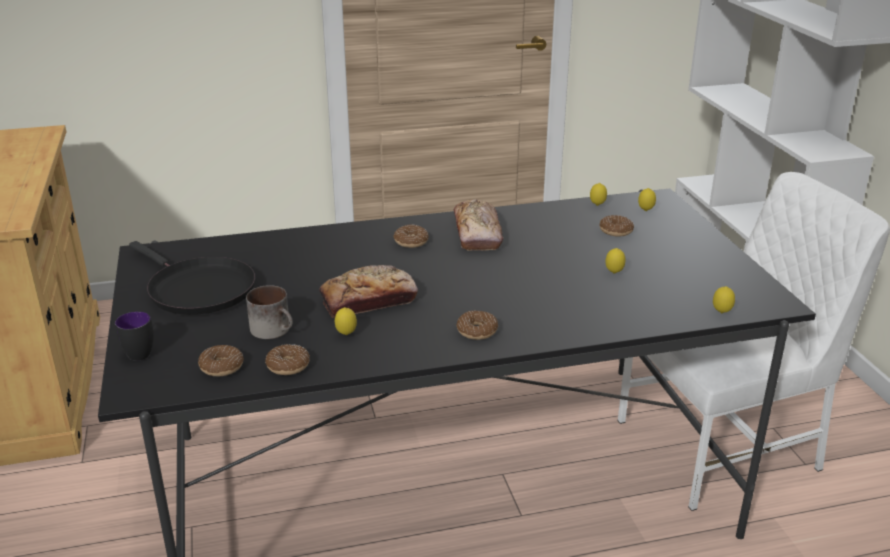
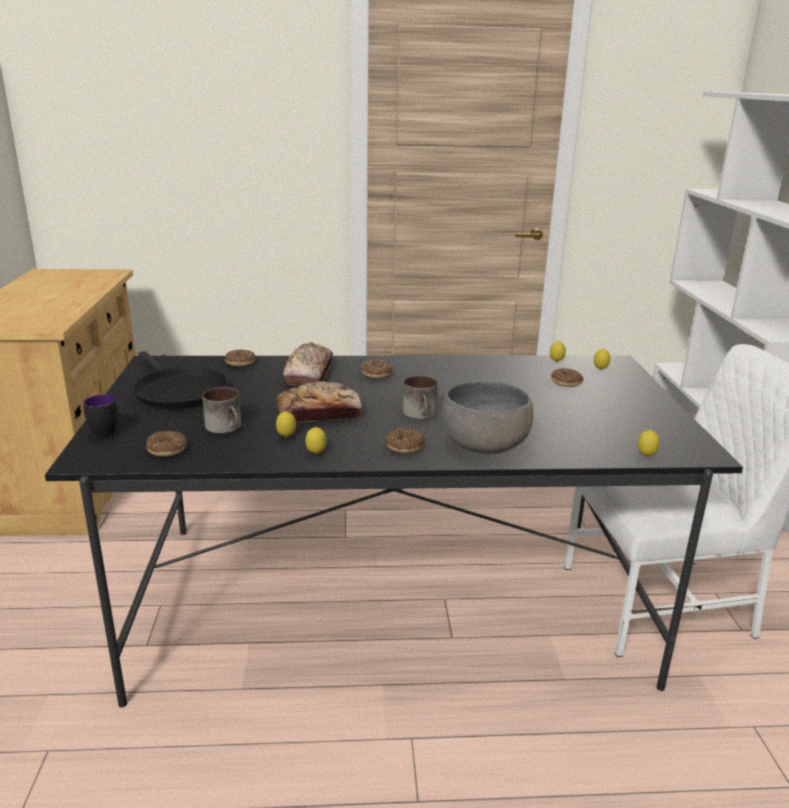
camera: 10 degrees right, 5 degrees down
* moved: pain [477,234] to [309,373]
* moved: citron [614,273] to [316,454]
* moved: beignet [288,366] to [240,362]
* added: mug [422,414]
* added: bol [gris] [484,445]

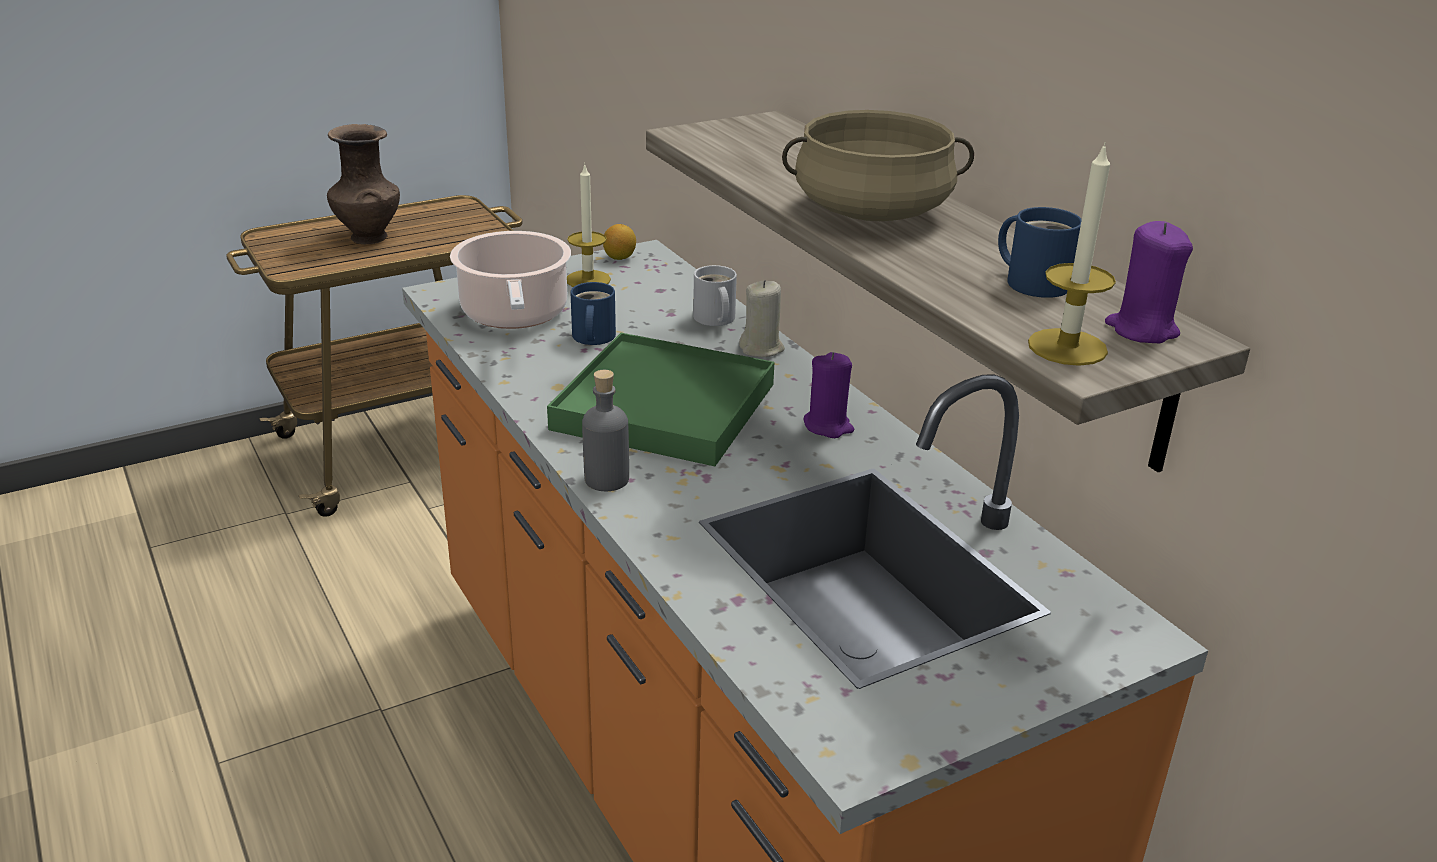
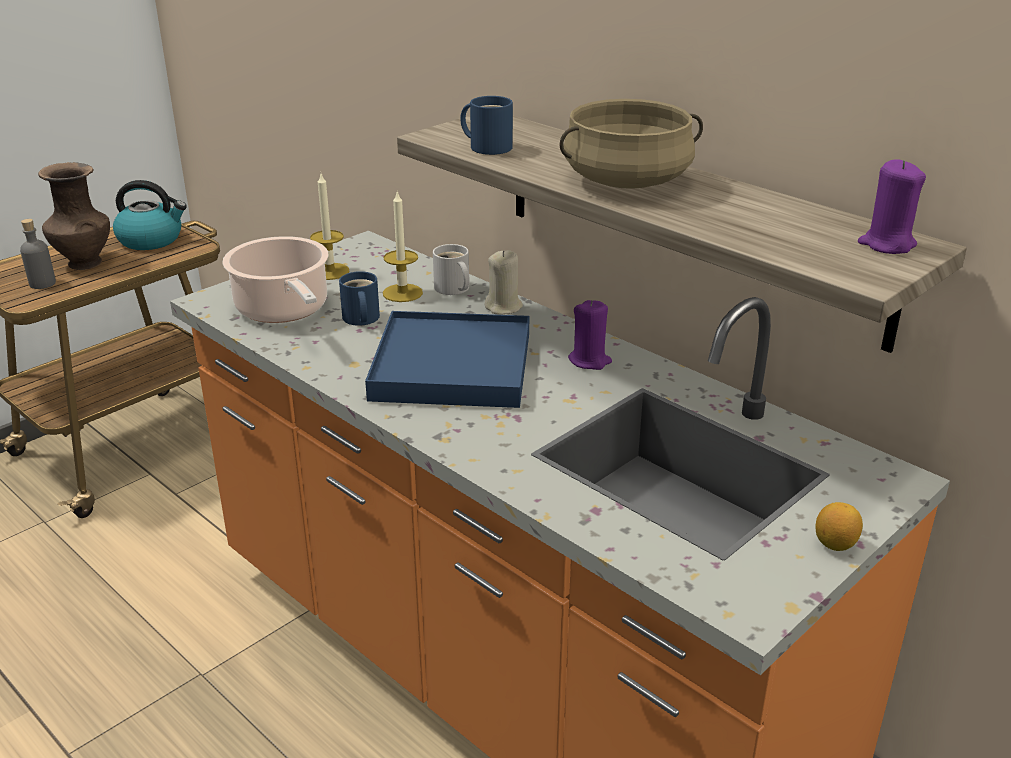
camera: 15 degrees left, 0 degrees up
* moved: bougie [1067,347] to [402,293]
* moved: mug [bleu] [1034,282] to [488,146]
* moved: citron [619,257] to [835,544]
* recoloured: plateau [vert] [664,406] to plateau [bleu] [451,366]
* moved: bouteille [gris] [606,479] to [42,283]
* added: bouilloire [151,240]

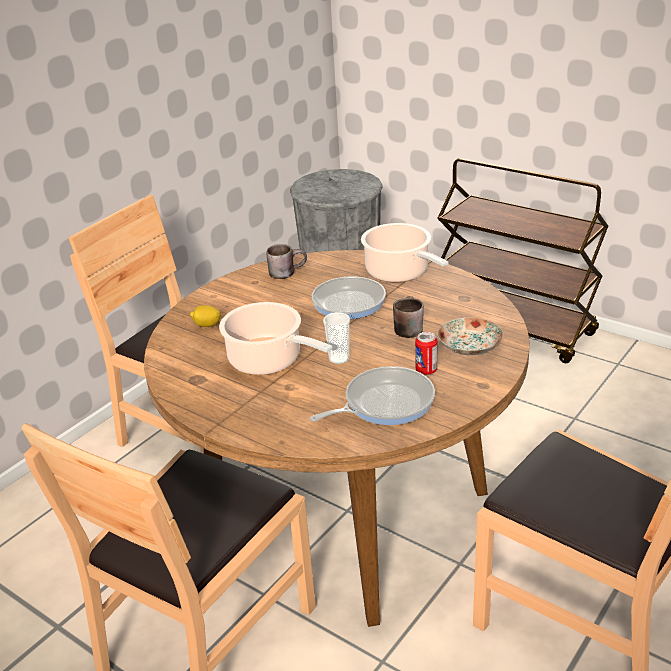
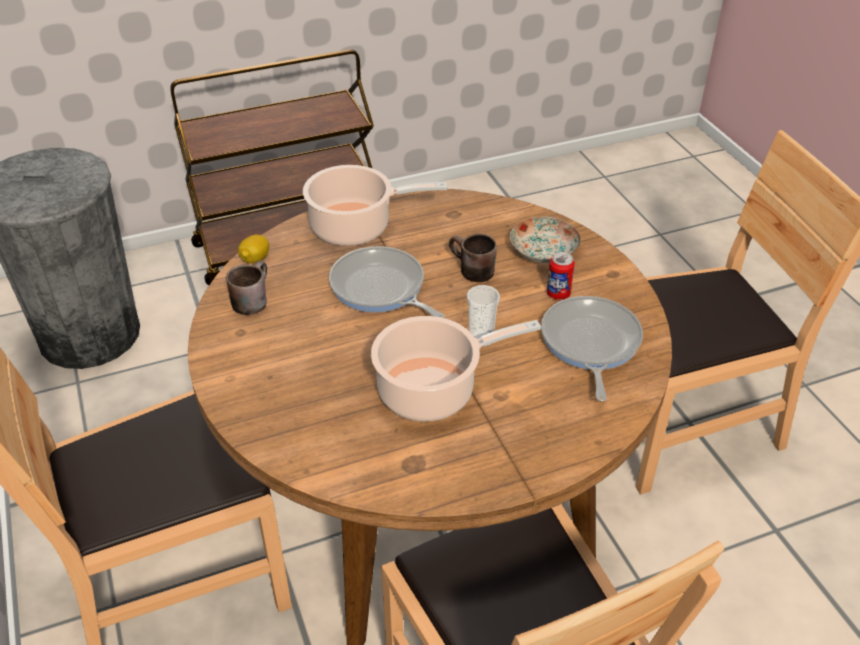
camera: 60 degrees left, 10 degrees up
* moved: citron [207,325] to [255,259]

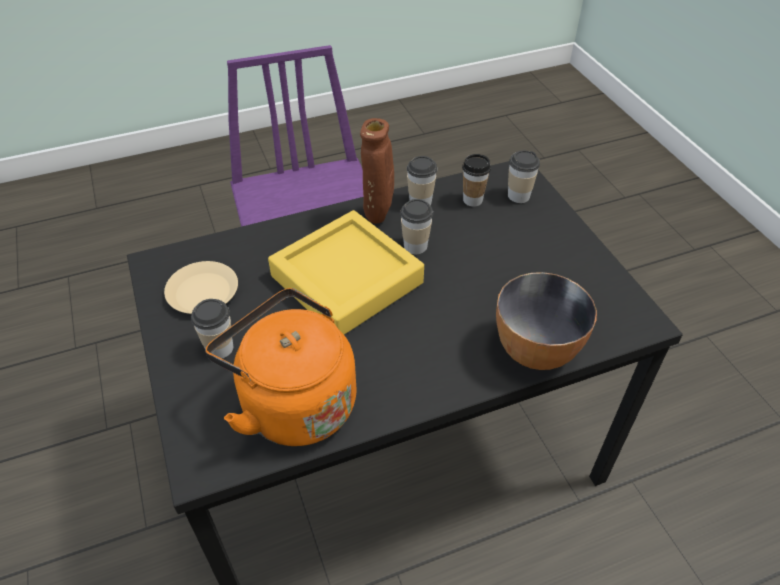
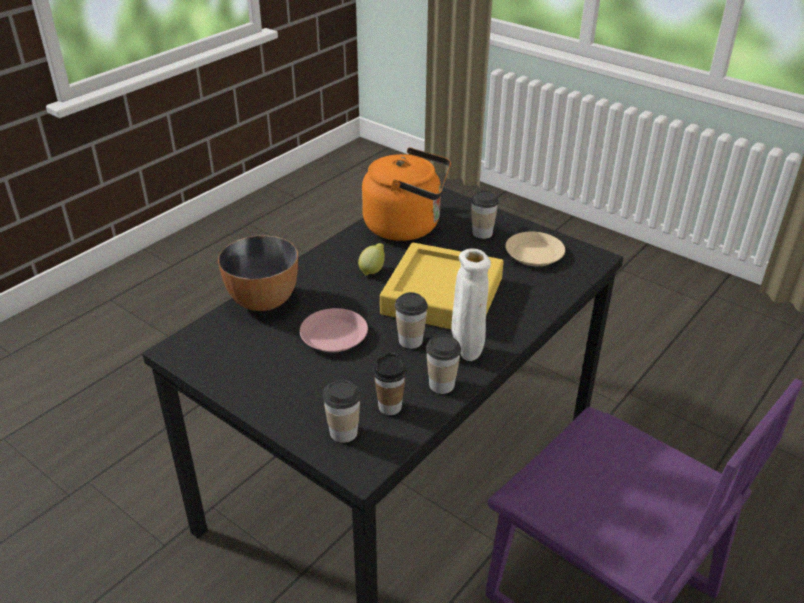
camera: 150 degrees right, 10 degrees down
* recoloured: vase [marron] [378,217] to vase [blanc] [466,353]
* added: citron [372,270]
* added: assiette [rose] [333,335]

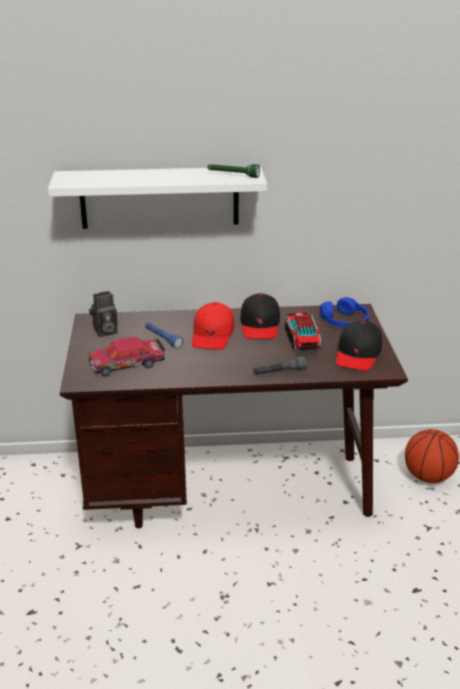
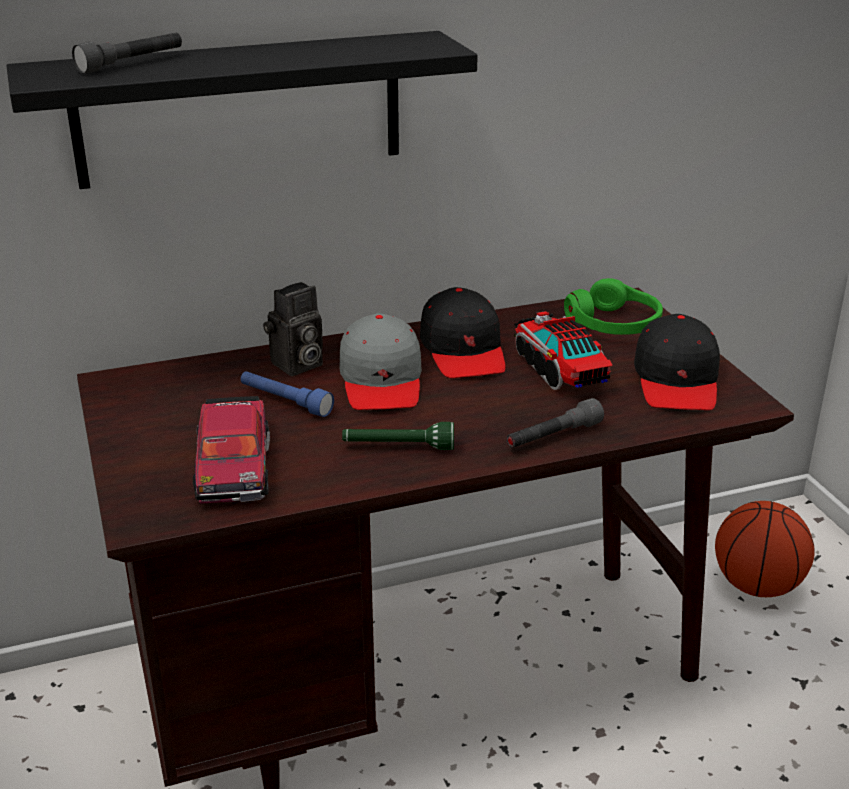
camera: 15 degrees left, 0 degrees up
* moved: lampe de poche [vert] [233,175] to [398,447]
* recoloured: étagère [blanc] [159,197] to étagère [noir] [239,109]
* moved: appareil photo [104,332] to [296,365]
* recoloured: casque audio [bleu] [344,321] to casque audio [vert] [614,324]
* recoloured: casquette [rouge] [212,335] to casquette [gris] [382,380]
* turned: petite voiture [127,364] = [234,464] 60 degrees counterclockwise
* added: lampe de poche [gris] [132,63]

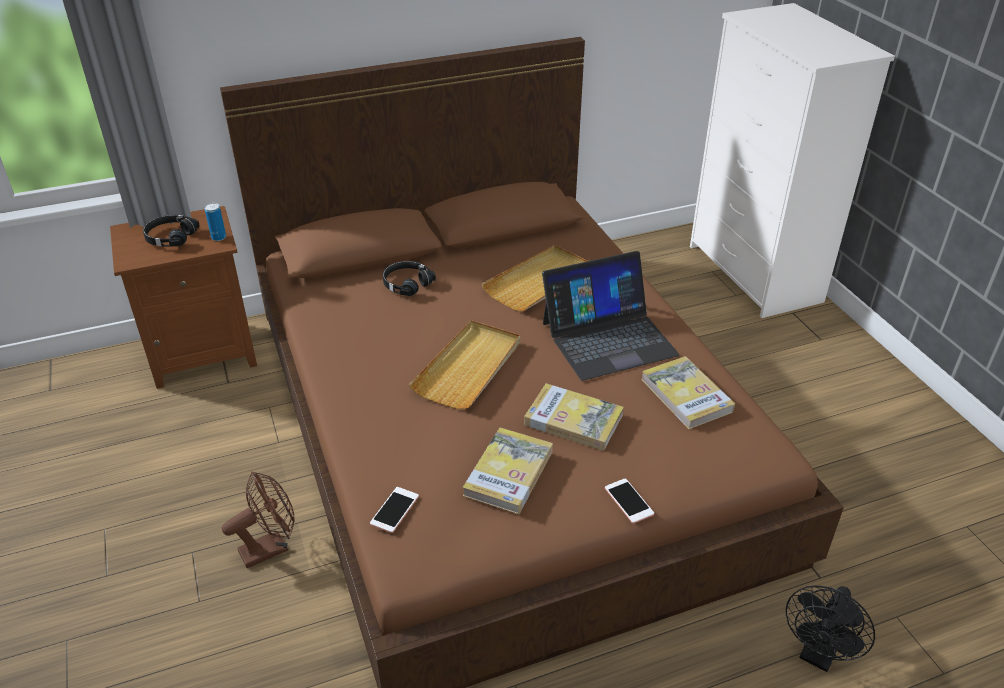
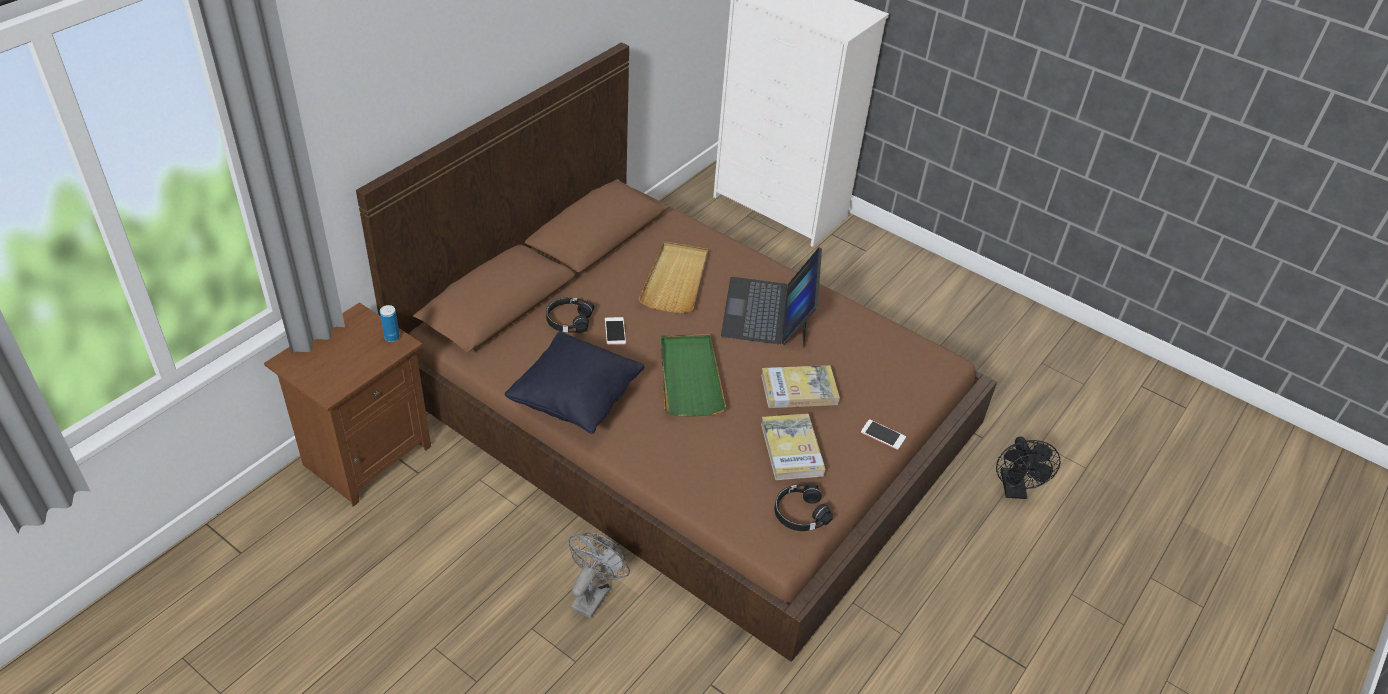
camera: 35 degrees left, 5 degrees up
* moved: casque audio [noir] [170,237] to [799,513]
* turned: ordinateur portable [608,338] = [769,312] 150 degrees clockwise
* recoloured: plateau [beige] [469,367] to plateau [vert] [689,377]
* removed: livre [686,395]
* recoloured: ventilateur [marron] [270,547] to ventilateur [gris] [593,594]
* moved: téléphone [394,510] to [615,331]
* added: coussin [noir] [576,400]

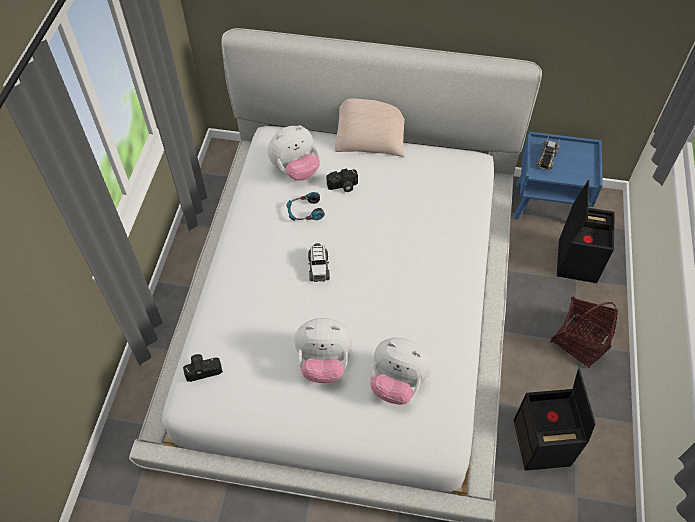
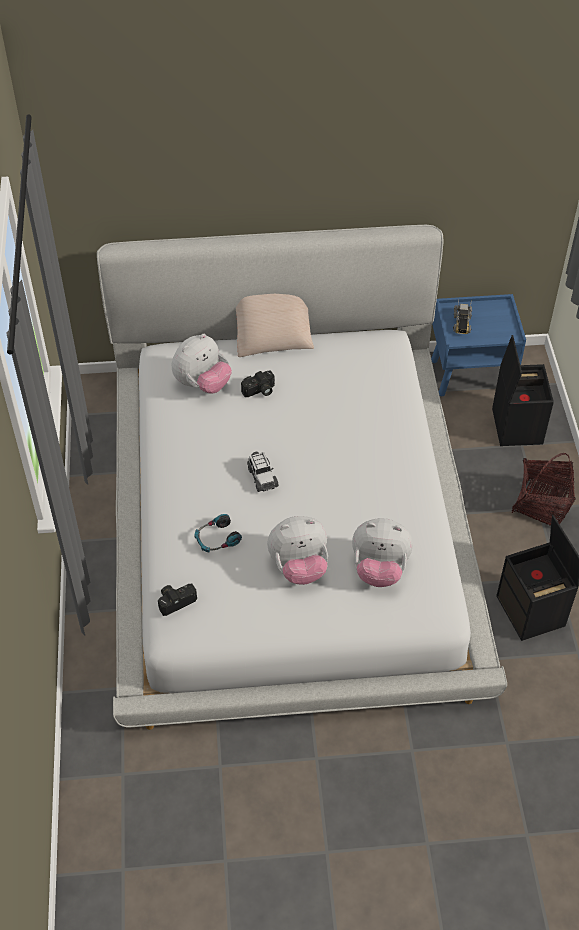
camera: 15 degrees left, 5 degrees down
* moved: casque audio [305,211] to [217,539]

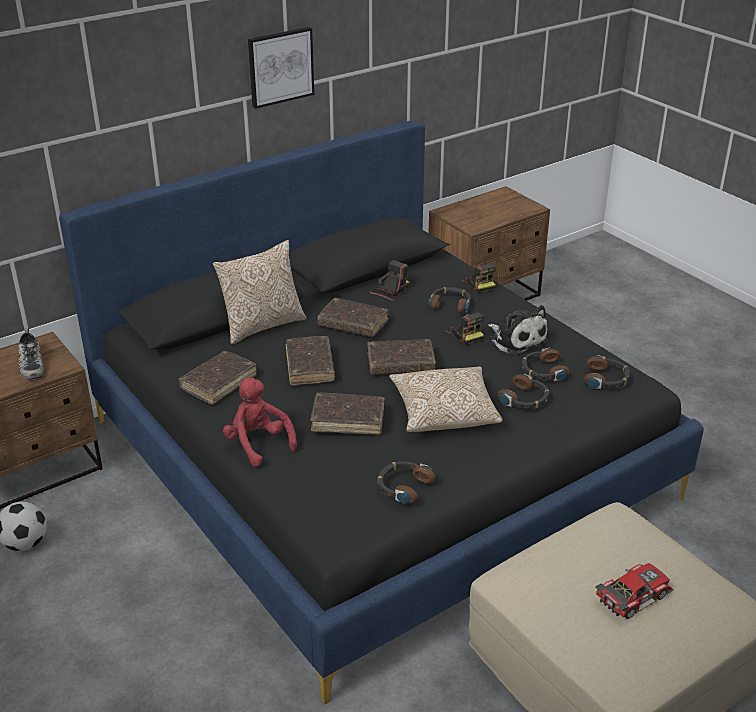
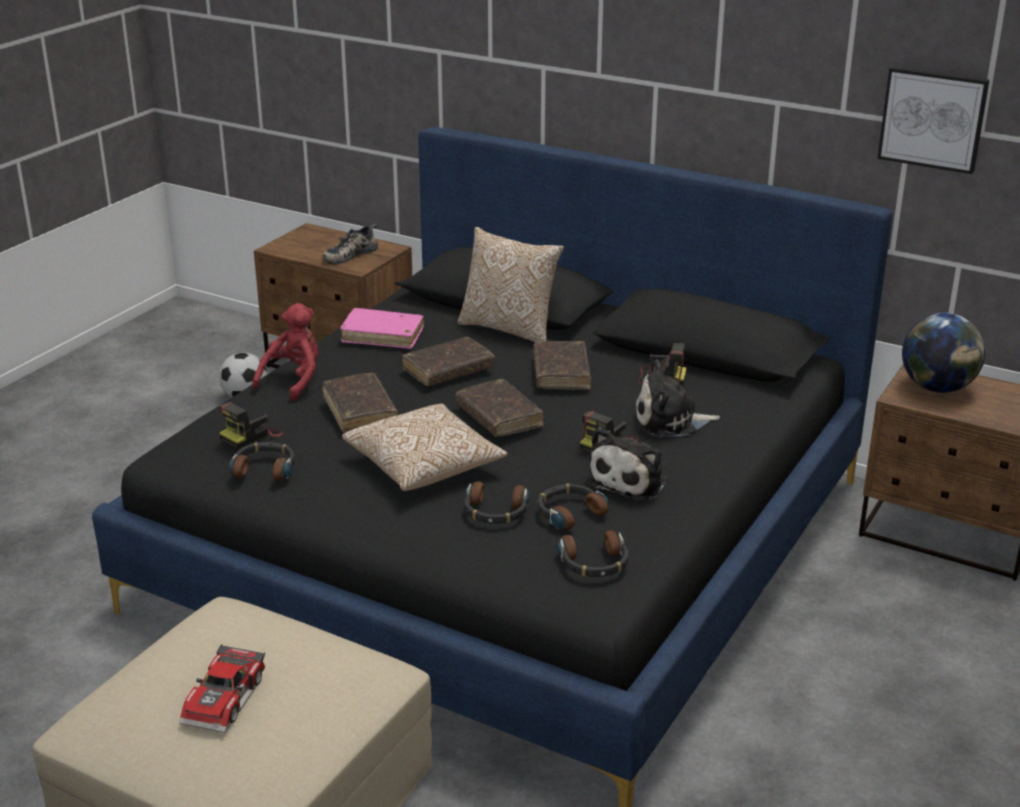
camera: 65 degrees right, 5 degrees down
* moved: tableau [280,66] to [932,119]
* moved: appareil photo [479,283] to [250,435]
* replaced: casque audio [450,304] to peluche [670,421]
* recoloured: livre [marron] [219,383] to livre [rose] [382,336]
* turned: petite voiture [631,595] = [227,699] 75 degrees clockwise
* added: globe [937,388]

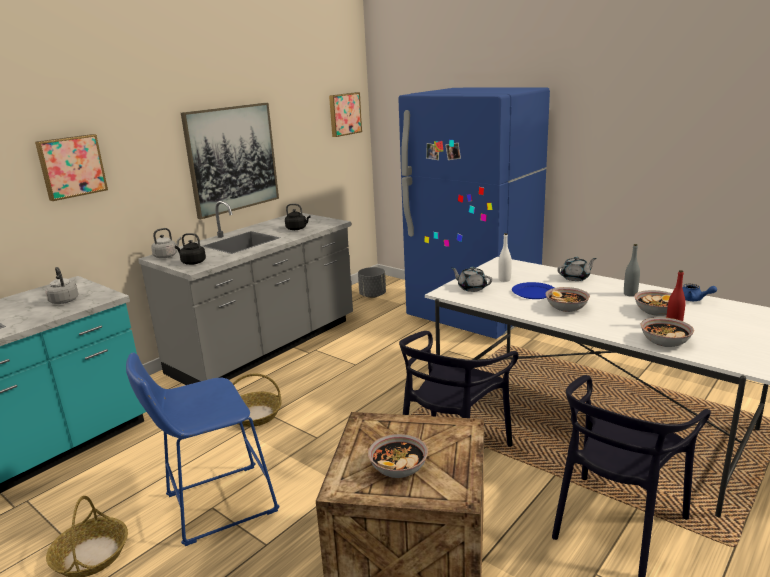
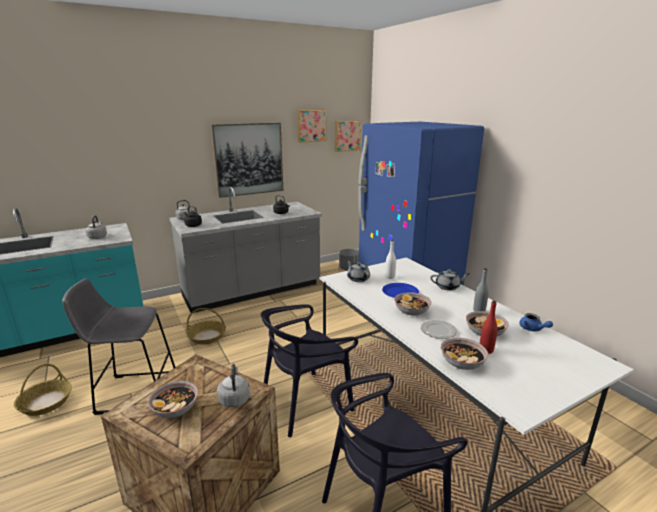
camera: 20 degrees right, 0 degrees up
* moved: tableau [71,166] to [311,125]
* recoloured: tabouret [bleu] [214,505] to tabouret [gris] [133,392]
* added: assiette [438,331]
* added: bouilloire [gris] [234,398]

